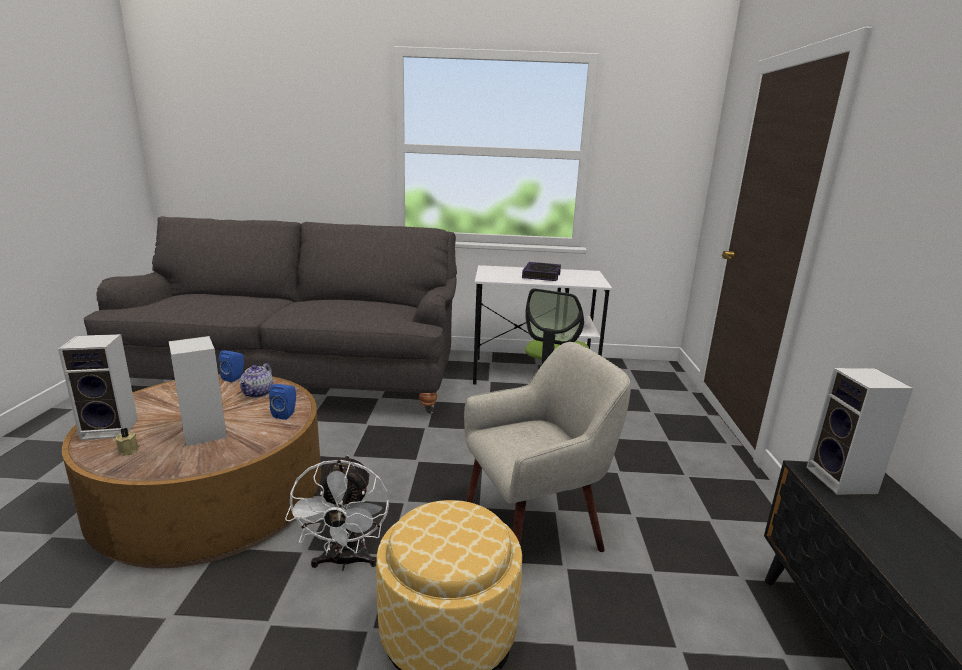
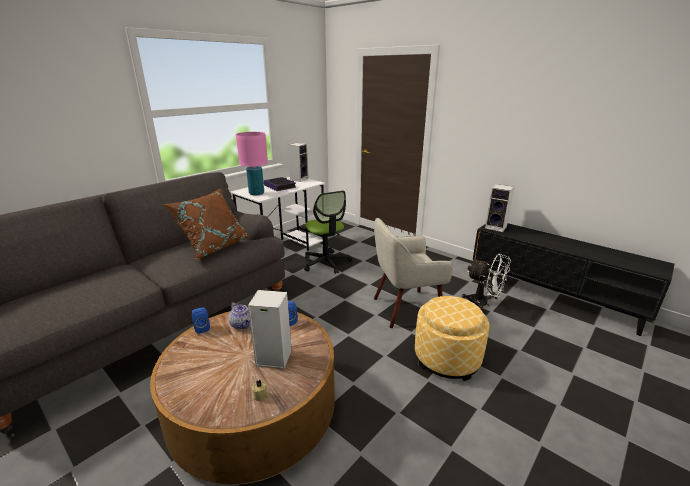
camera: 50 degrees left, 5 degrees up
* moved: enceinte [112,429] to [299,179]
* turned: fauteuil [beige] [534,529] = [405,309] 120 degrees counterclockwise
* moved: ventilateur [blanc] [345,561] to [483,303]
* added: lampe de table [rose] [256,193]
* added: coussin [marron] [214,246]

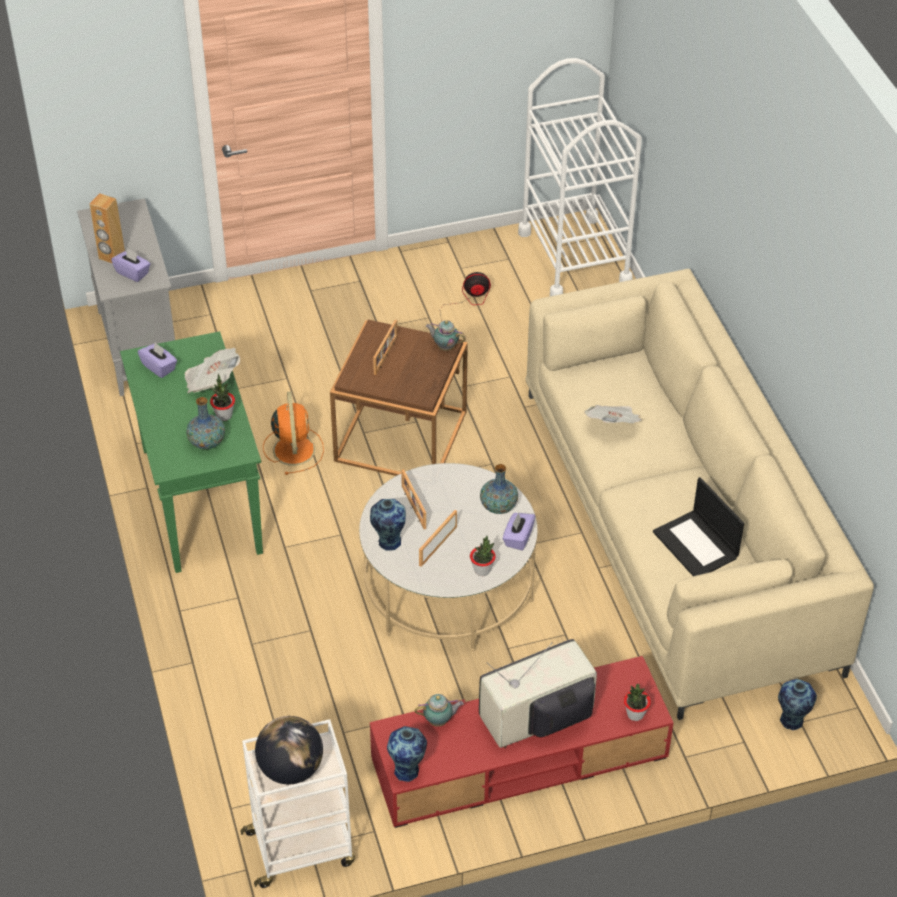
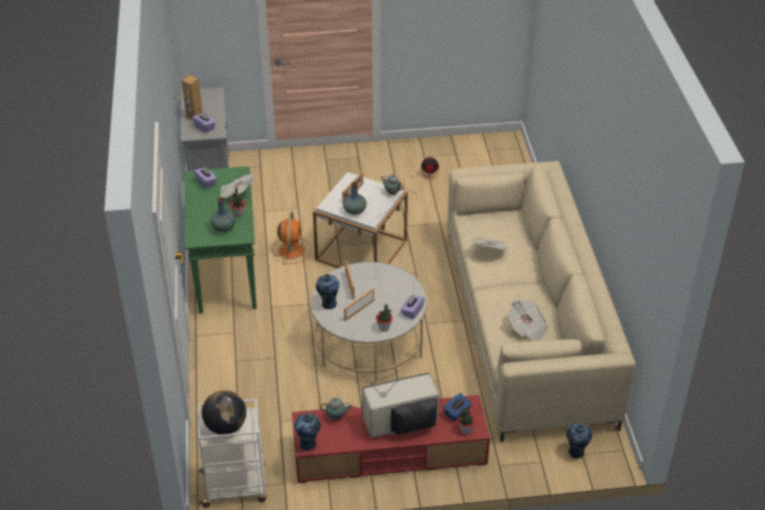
camera: 10 degrees right, 5 degrees down
* removed: chariot [blanc] [574,257]
* recoloured: table d'appoint [marron] [401,436] to table d'appoint [blanc] [361,250]
* moved: vase [498,506] to [354,211]
* replaced: ordinateur portable [696,545] to journal [527,329]
* added: boîte à mouchoirs [bleu] [457,413]

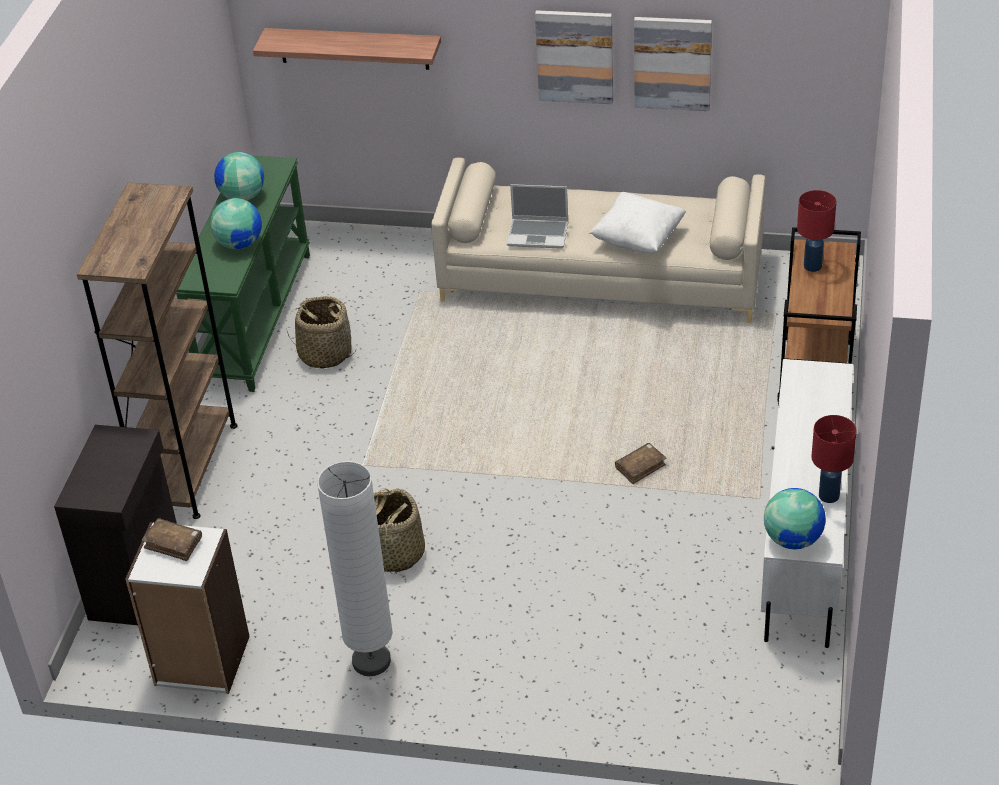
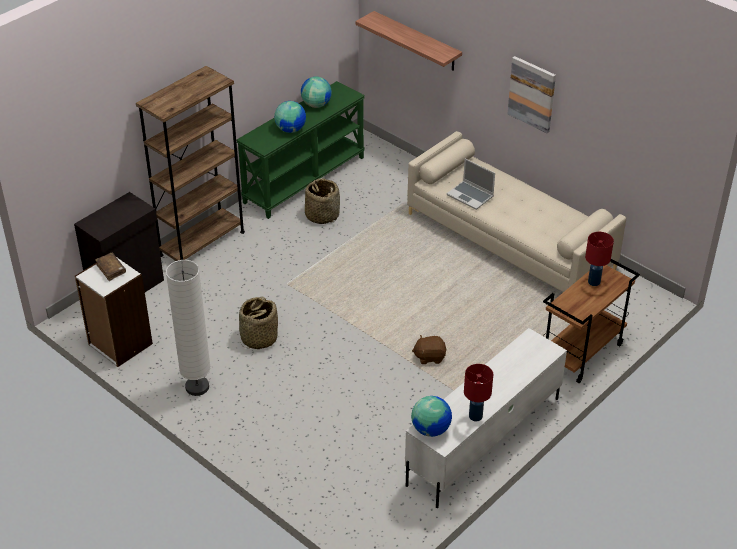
camera: 30 degrees right, 0 degrees up
* removed: tableau [672,63]
* removed: coussin [blanc] [638,239]
* replaced: livre [marron] [640,467] to peluche [marron] [429,357]

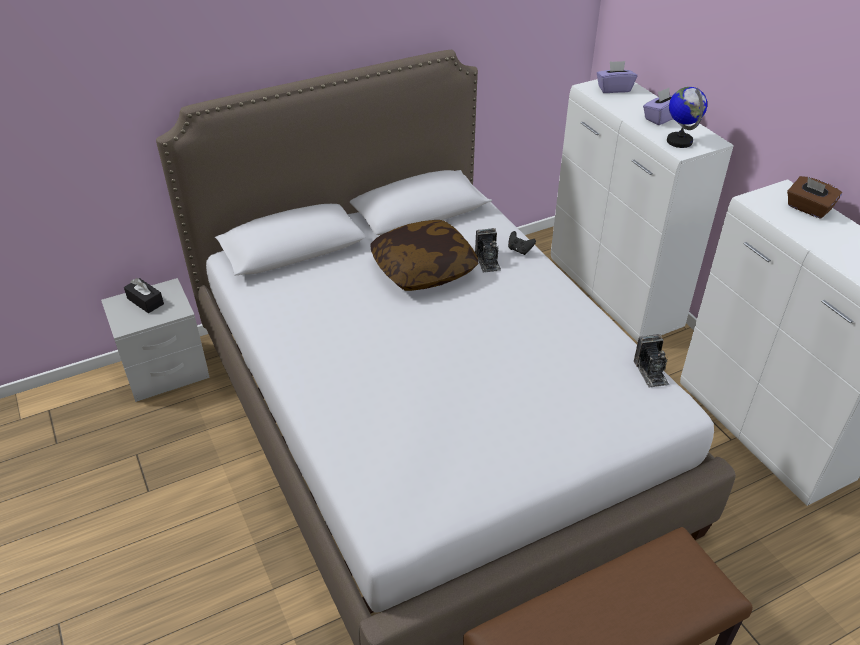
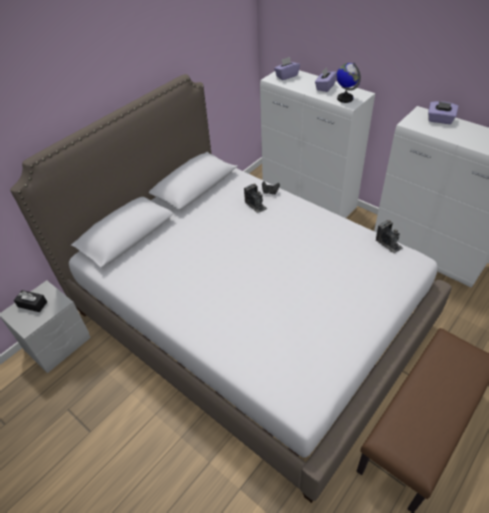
camera: 20 degrees left, 5 degrees up
* recoloured: boîte à mouchoirs [marron] [808,208] to boîte à mouchoirs [violet] [440,120]
* removed: coussin [424,269]

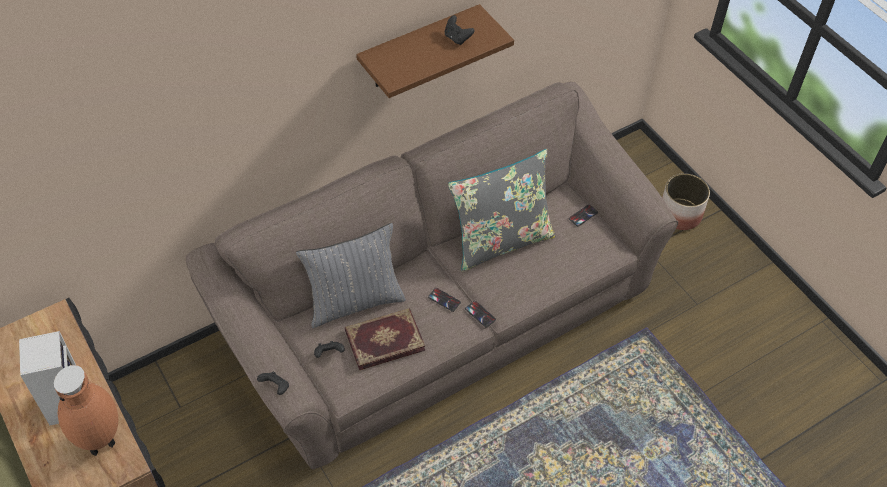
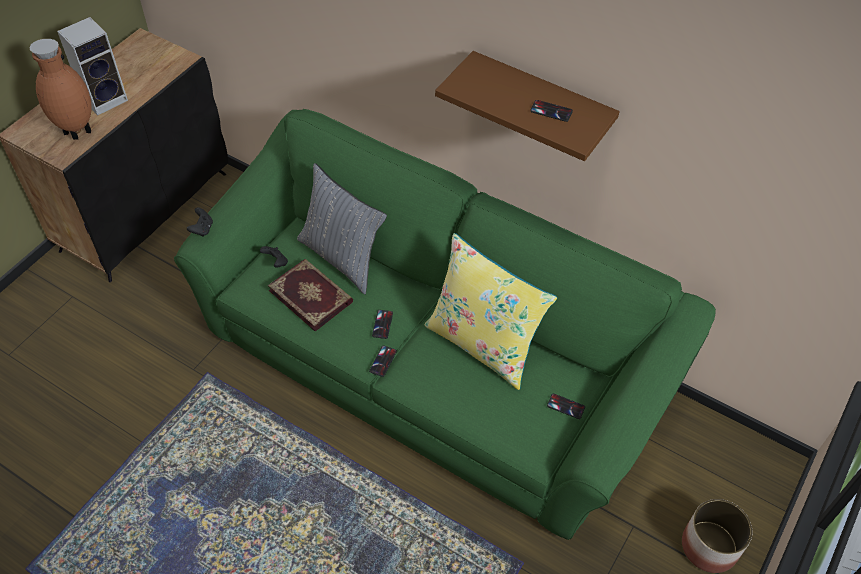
camera: 65 degrees right, 0 degrees up
* replaced: manette [noir] [457,38] to téléphone [551,111]
* recoloured: canapé [marron] [441,315] to canapé [vert] [429,364]
* recoloured: coussin [gris] [500,241] to coussin [jaune] [483,343]

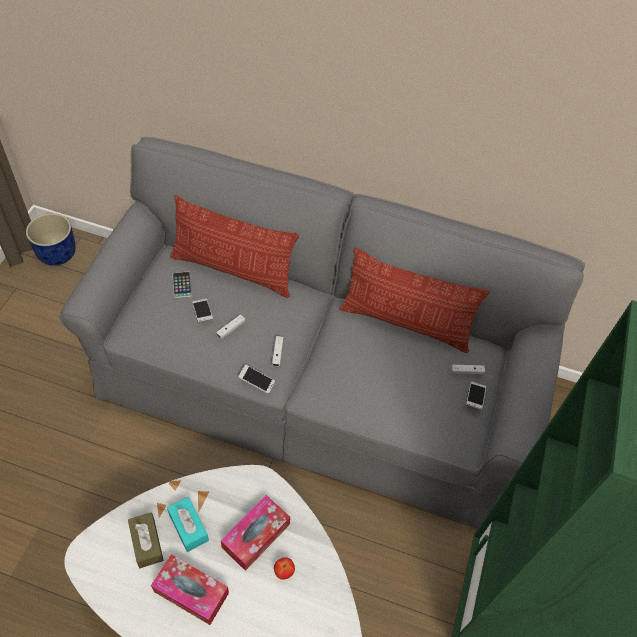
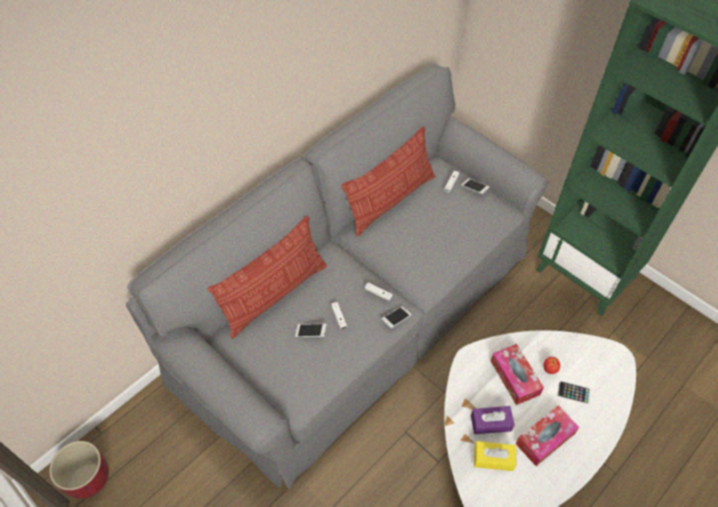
camera: 60 degrees left, 0 degrees up
* recoloured: cache-pot [bleu] [57,254] to cache-pot [rouge] [89,478]
* moved: téléphone [182,285] to [573,392]
* recoloured: boîte à mouchoirs [turquoise] [188,527] to boîte à mouchoirs [violet] [490,423]
* recoloured: boîte à mouchoirs [marron] [146,543] to boîte à mouchoirs [jaune] [493,459]

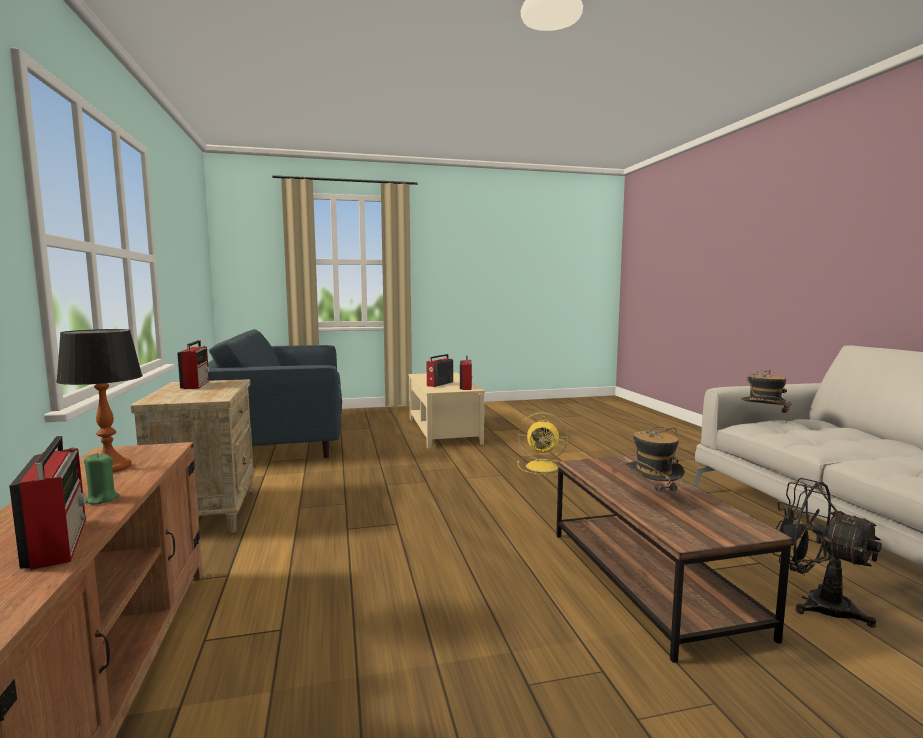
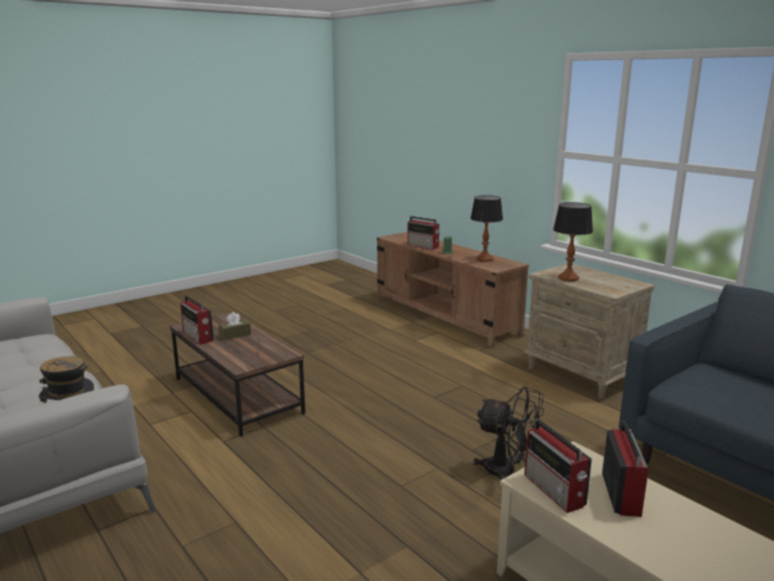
camera: 155 degrees right, 10 degrees up
* moved: radio [196,384] to [198,337]
* removed: ventilateur [jaune] [543,467]
* replaced: chapeau [652,498] to boîte à mouchoirs [marron] [235,335]
* moved: ventilateur [noir] [815,603] to [508,472]
* added: lampe de table [568,278]

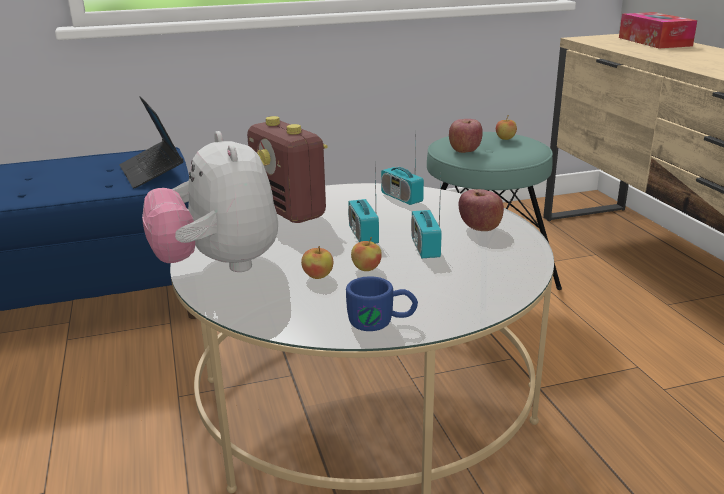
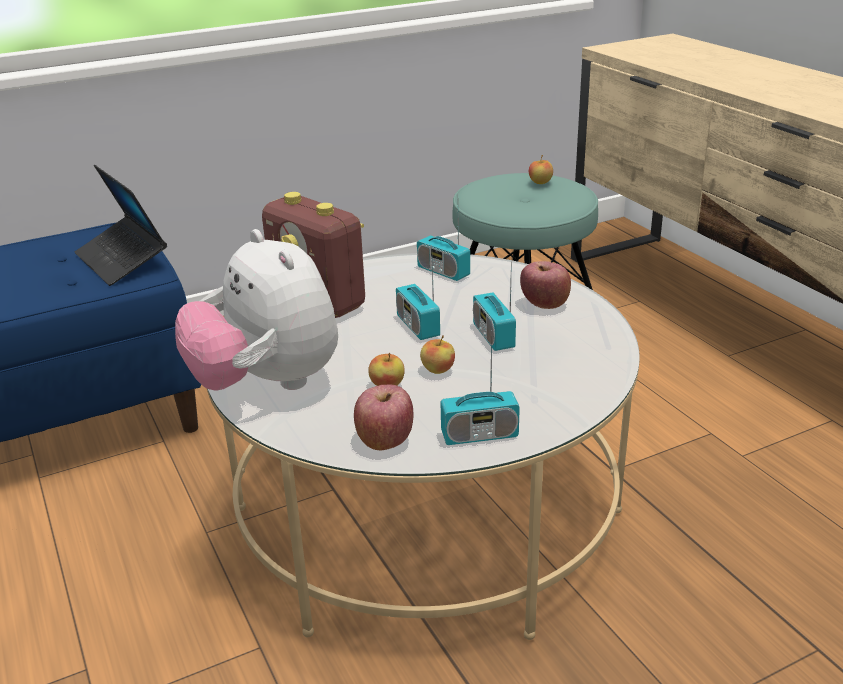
camera: 10 degrees left, 5 degrees up
* removed: boîte à mouchoirs [654,42]
* moved: pomme [464,150] to [385,440]
* replaced: mug [bleu] [382,322] to radio [479,435]

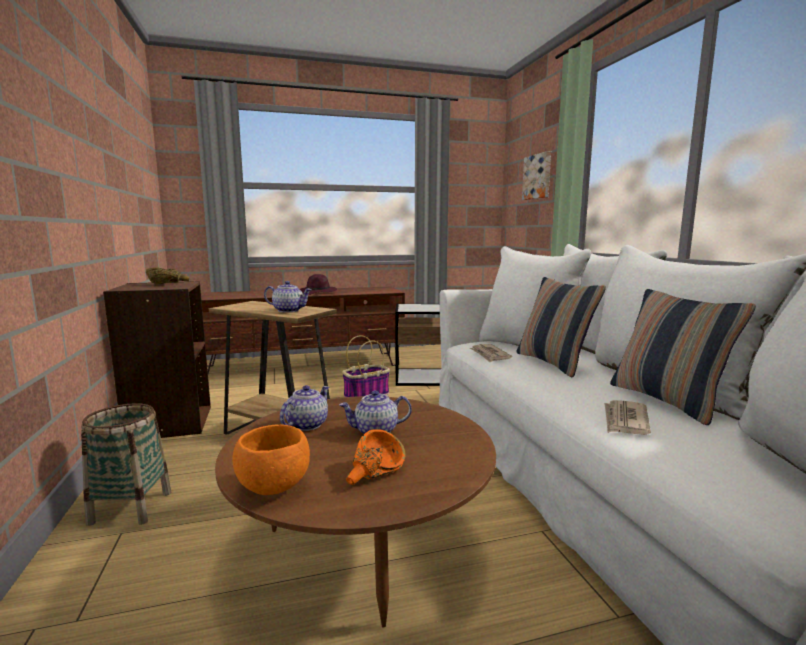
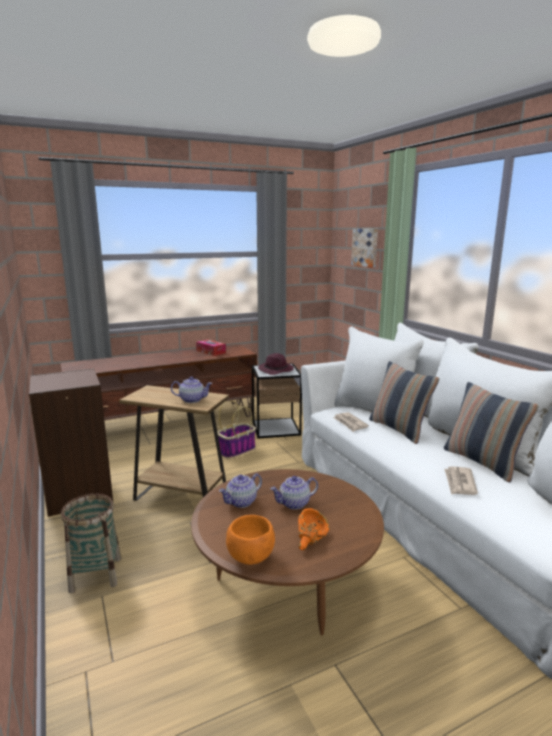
camera: 10 degrees left, 5 degrees up
* removed: bol [marron] [168,284]
* moved: chapeau [violet] [318,292] to [276,370]
* turned: théière [306,424] = [241,502] 150 degrees counterclockwise
* added: boîte à mouchoirs [211,352]

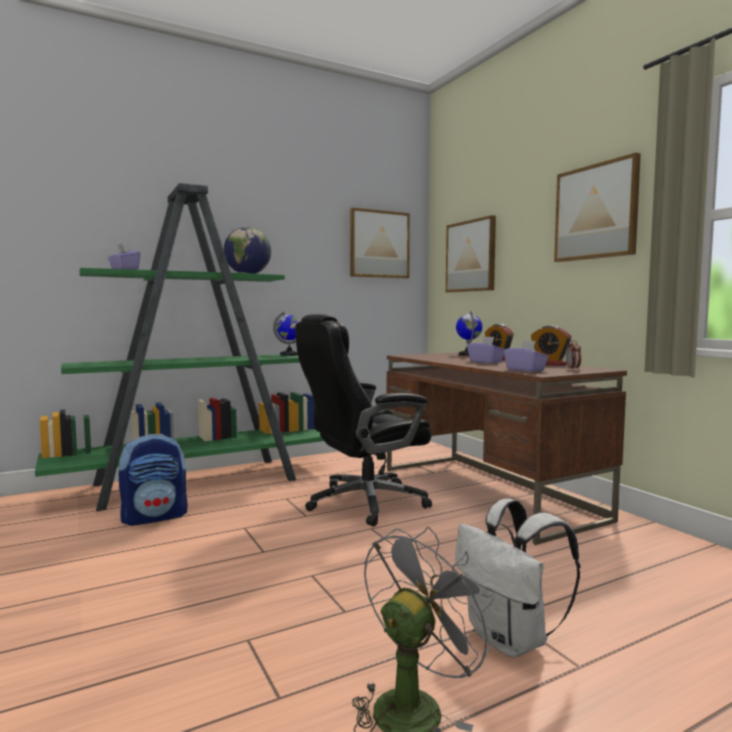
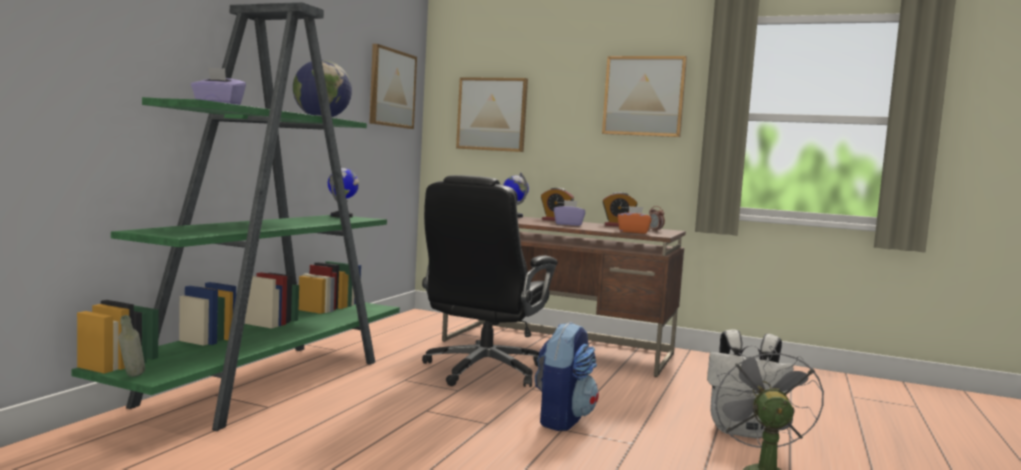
camera: 40 degrees left, 0 degrees up
* recoloured: boîte à mouchoirs [violet] [525,370] to boîte à mouchoirs [orange] [633,232]
* moved: sac à dos [155,517] to [562,419]
* added: bouteille [gris] [131,377]

